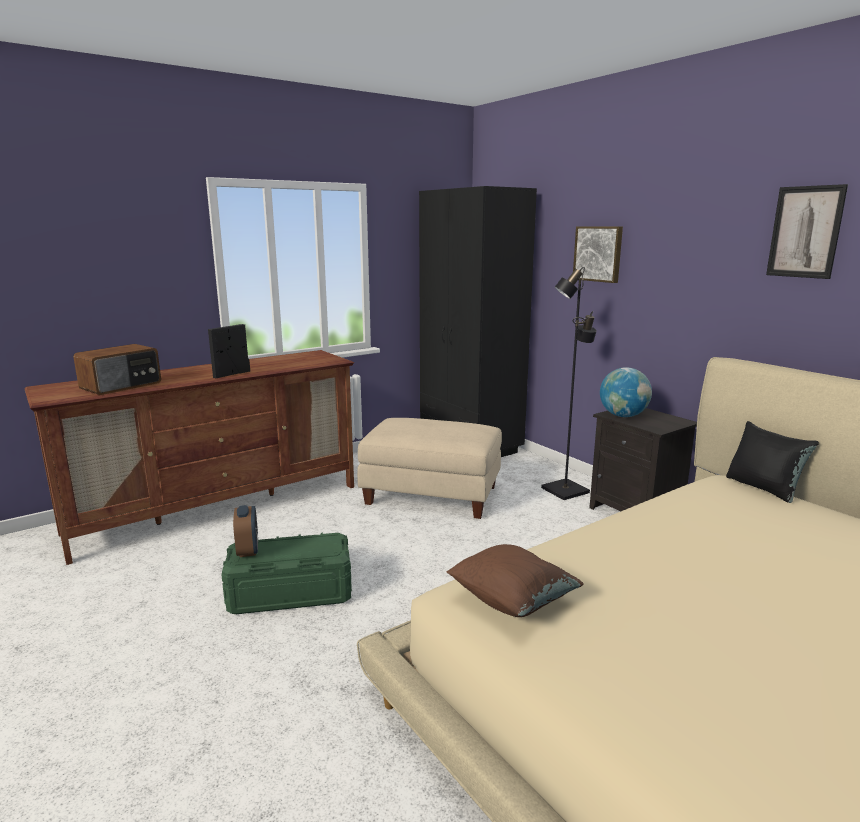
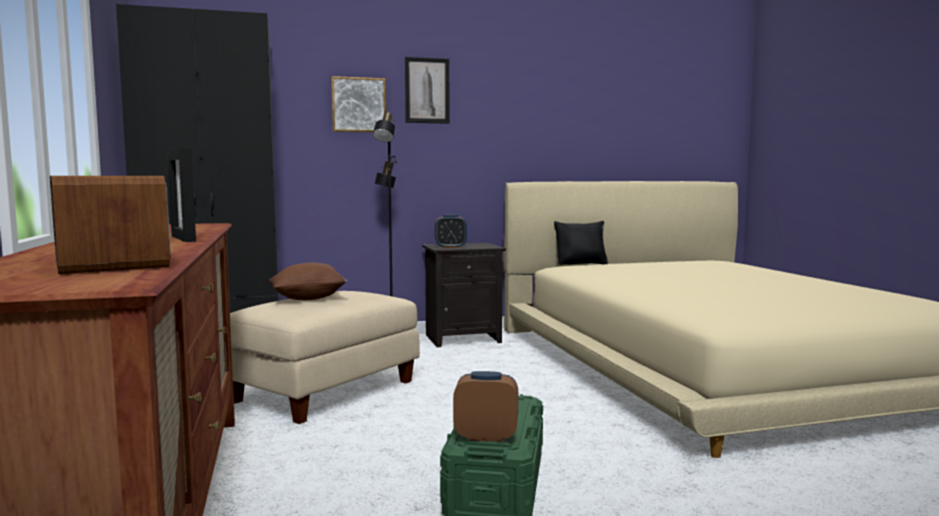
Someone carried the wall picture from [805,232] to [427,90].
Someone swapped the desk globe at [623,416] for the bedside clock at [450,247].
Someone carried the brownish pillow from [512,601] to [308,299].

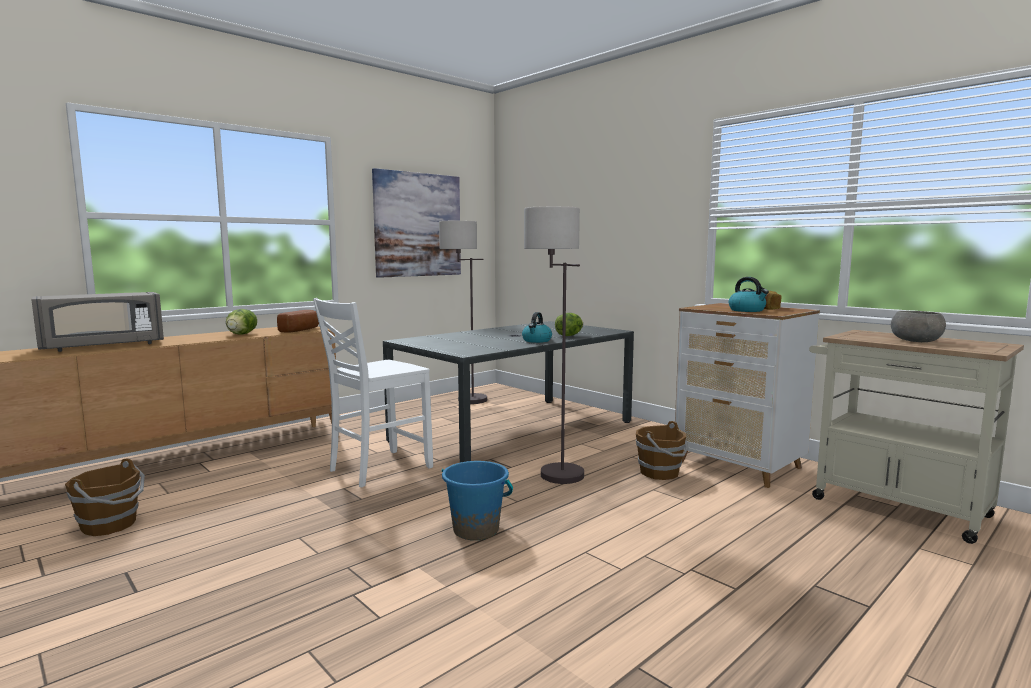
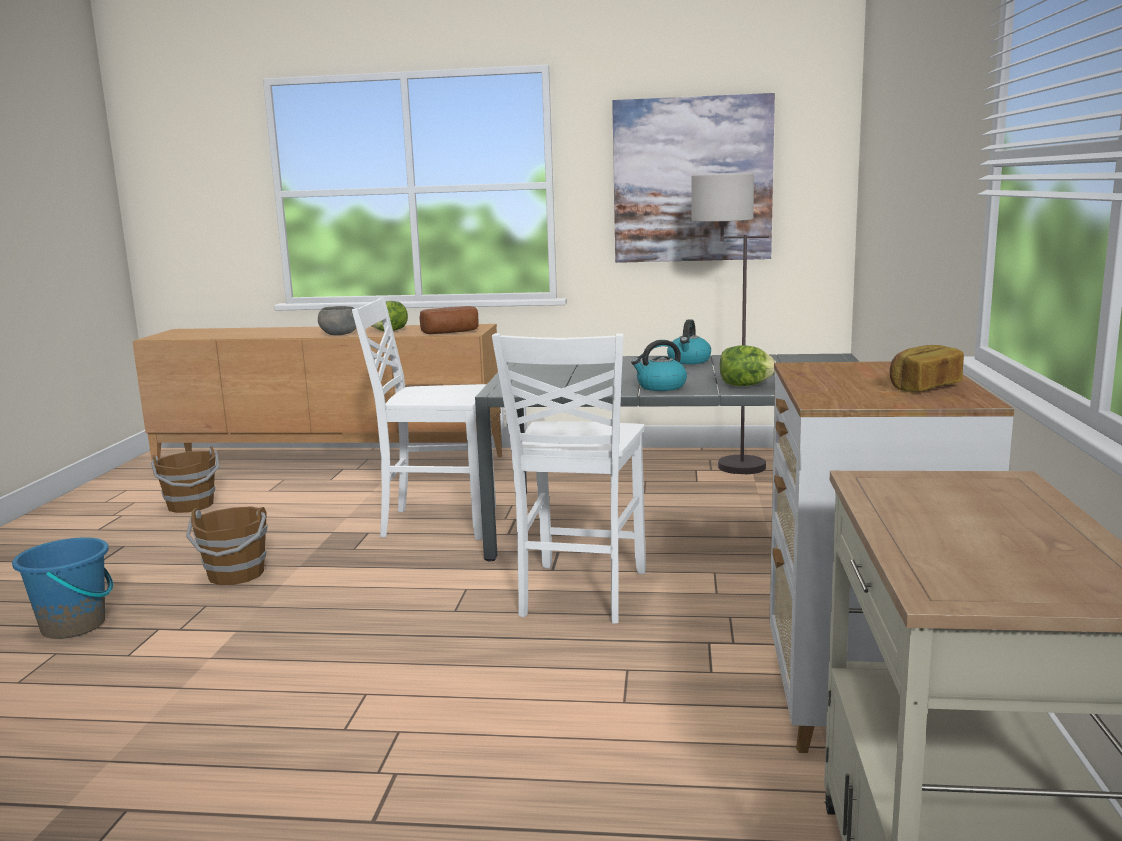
Someone swapped the gray standard lamp at [553,471] for the white chair at [579,594].
Someone carried the tea kettle from [747,310] to [689,361].
Someone took away the gray microwave at [103,346].
Someone carried the gray serving bowl from [916,341] to [340,334].
Someone carried the brownish bucket from [660,473] to [235,575].
Someone carried the blue bucket from [476,530] to [74,626].

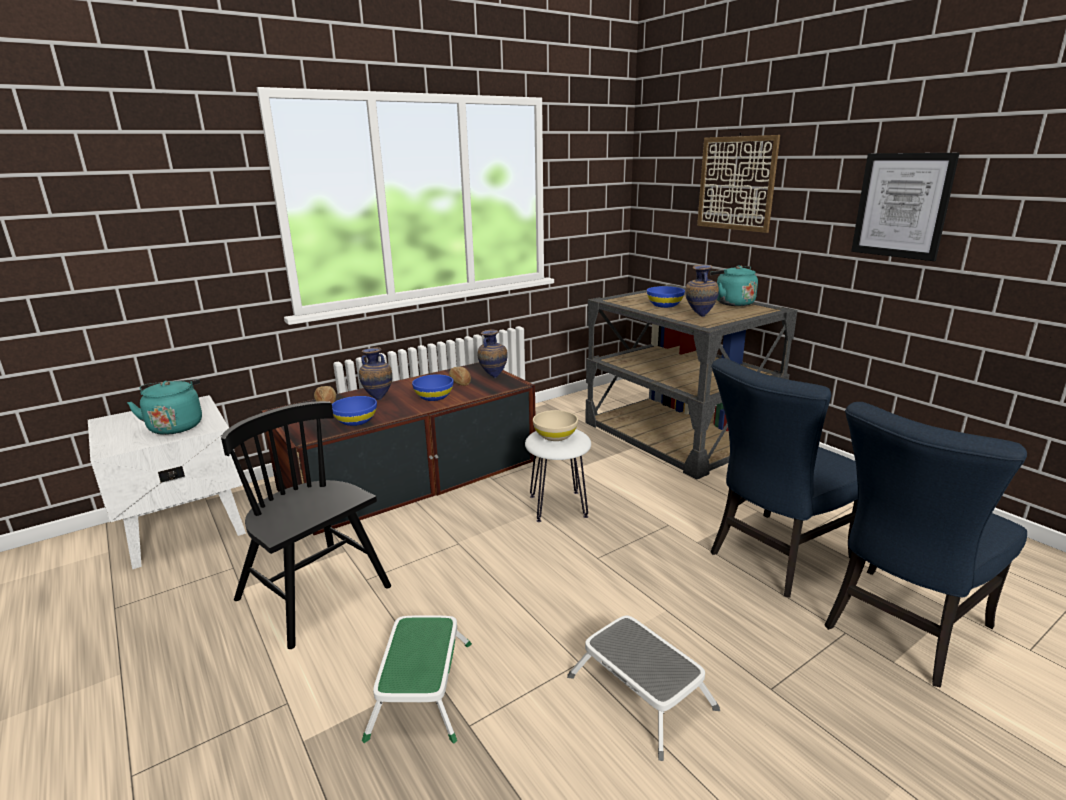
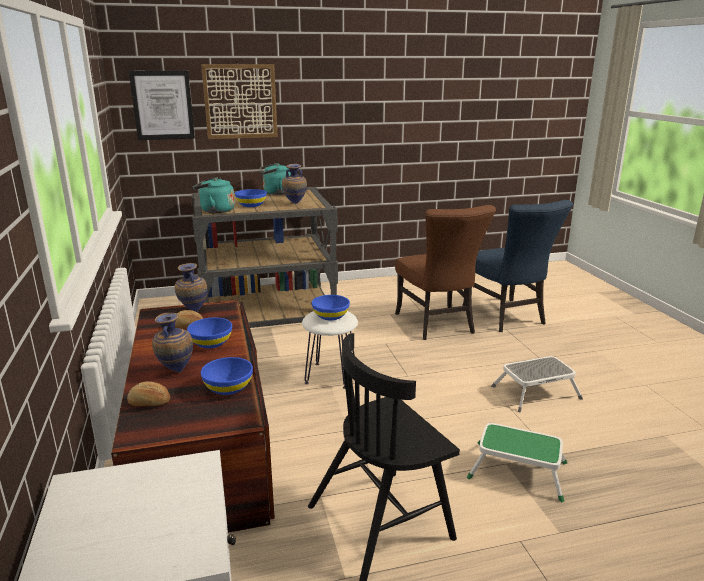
Someone carried the wall picture from [902,205] to [162,105].
Someone repainted the blue chair at [773,557], which became the brownish chair at [437,325].
Someone carried the blue-green tea kettle from [176,426] to [215,210].
Someone repainted the beige-coloured serving bowl at [555,436], which became the blue serving bowl at [330,316].

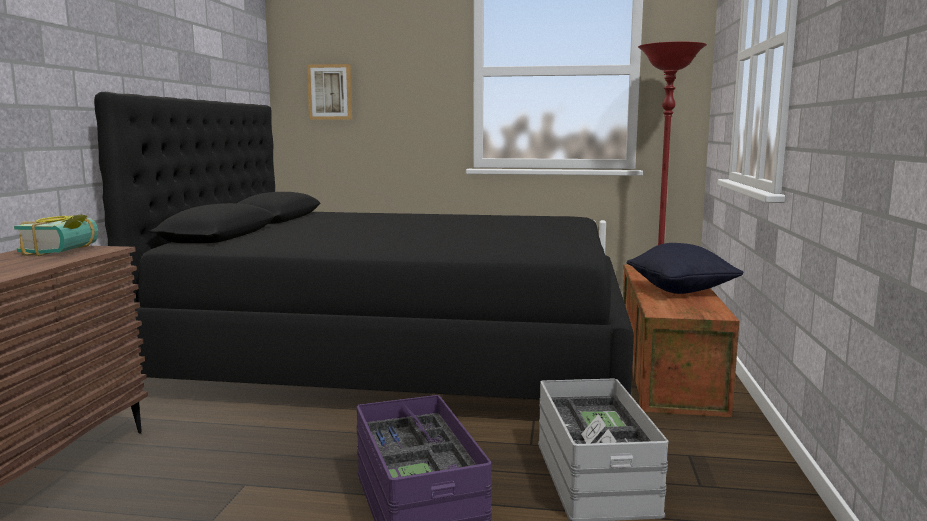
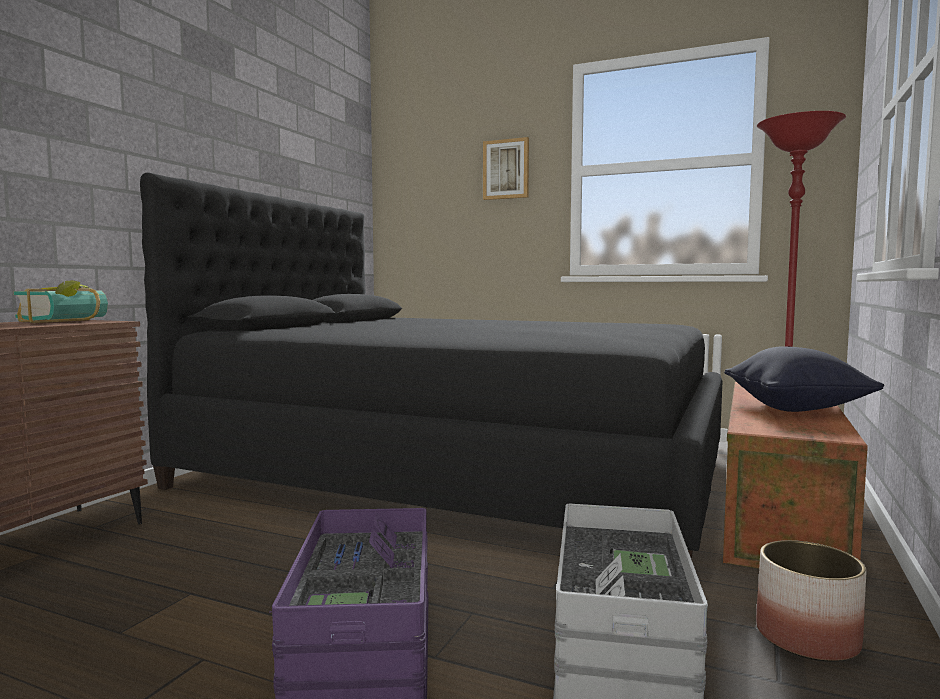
Someone carried the wall picture from [330,92] to [506,169].
Someone put down the plant pot at [806,638].

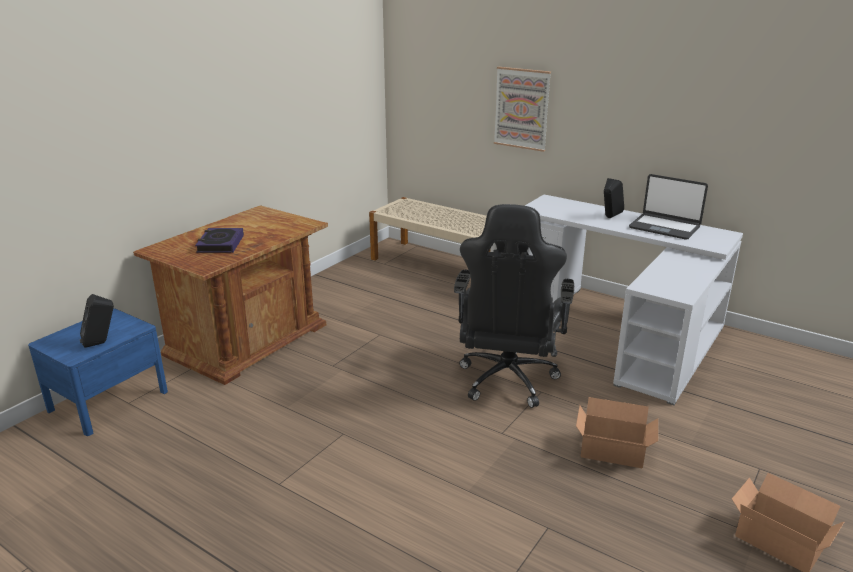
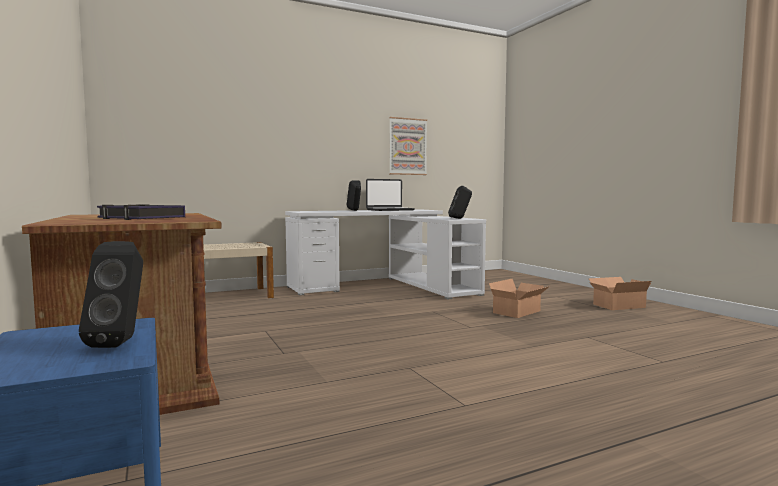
Someone carried the wall picture from [522,108] to [407,146].
Someone took away the black-coloured office chair at [508,376].
Someone put down the black-coloured loudspeaker at [460,218].

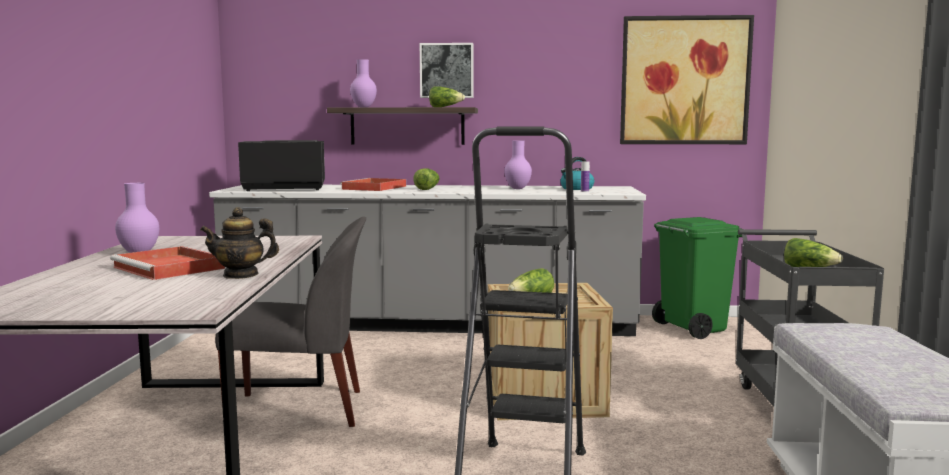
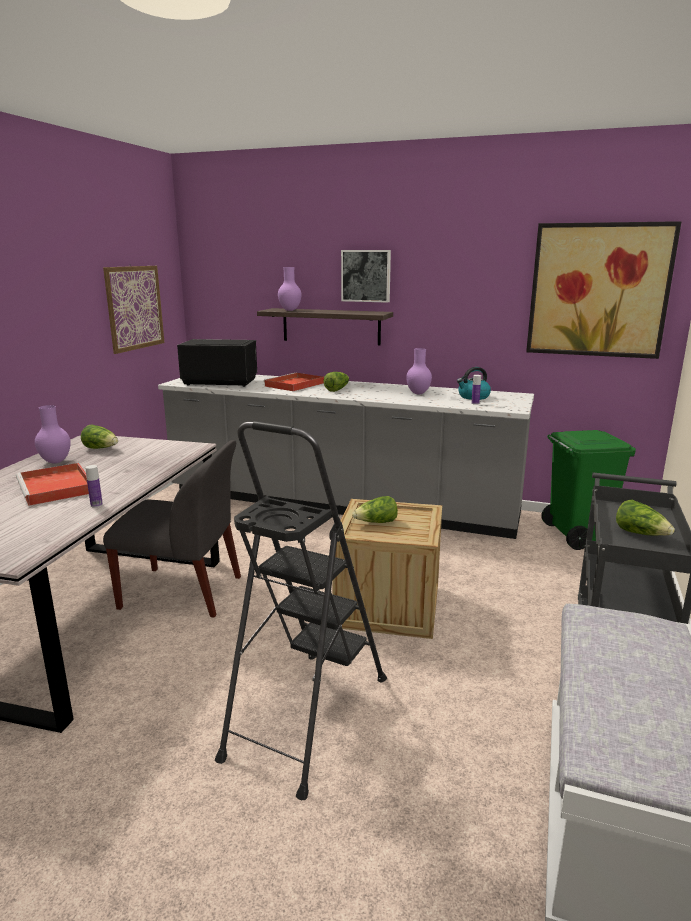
Someone carried the lettuce from [445,107] to [101,448].
Someone swapped the teapot at [241,275] for the bottle at [96,505].
Someone put up the wall picture at [134,307].

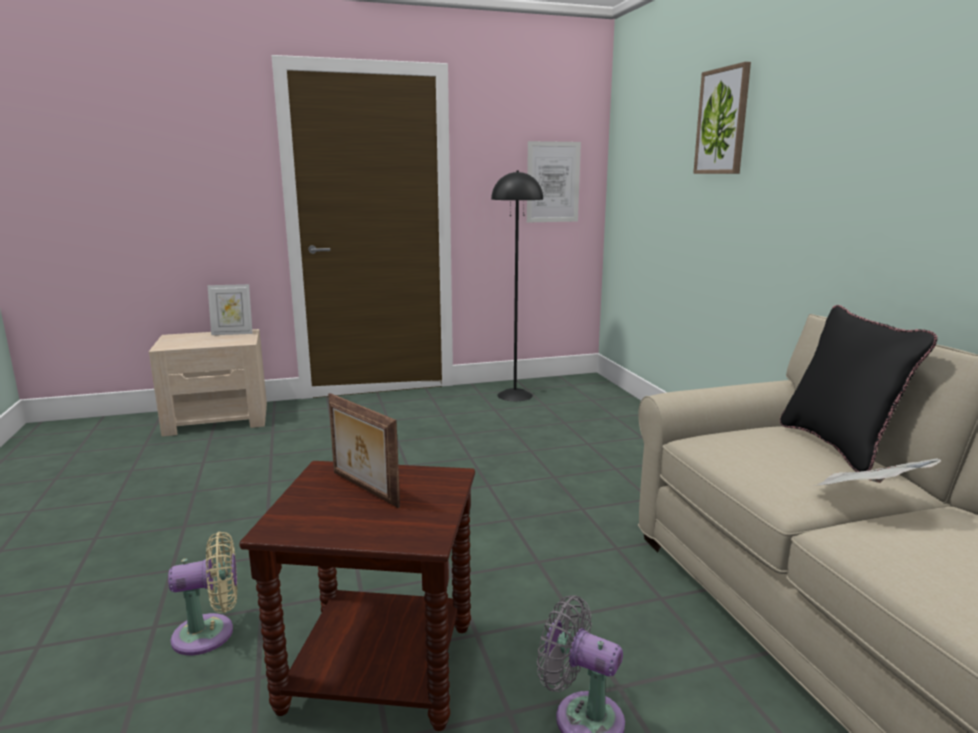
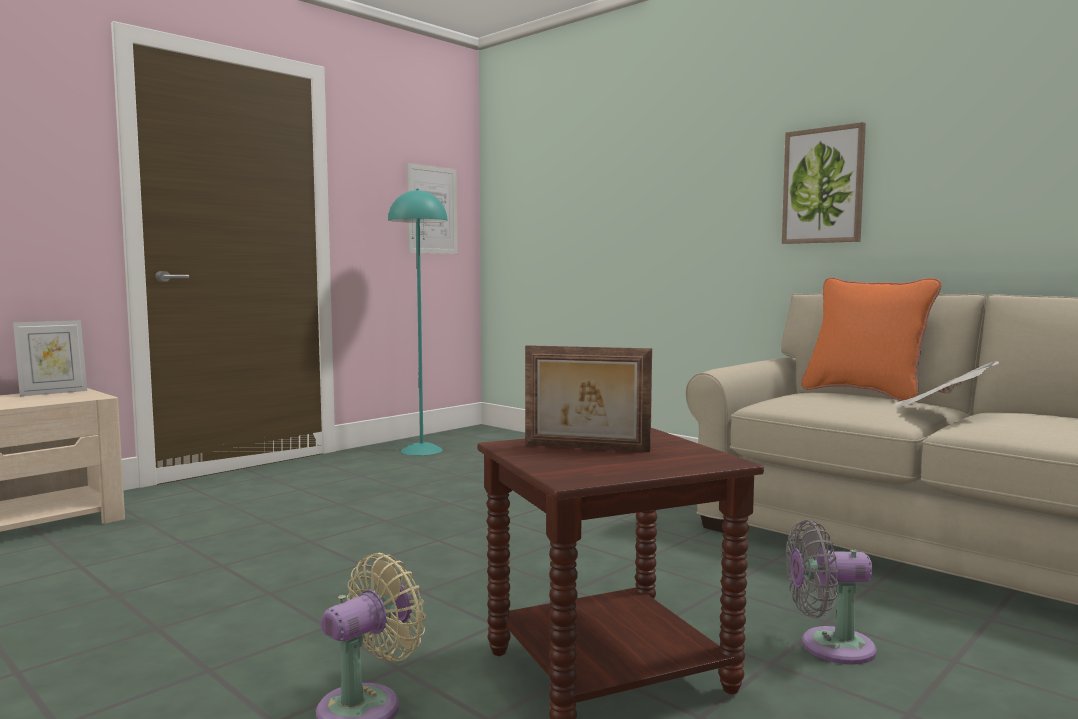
Someone carried the wall picture from [722,121] to [823,186].
Someone repainted the black-coloured standard lamp at [514,395], which became the blue-green standard lamp at [421,450].
Someone repainted the black-coloured pillow at [838,446], which became the orangey pillow at [864,393].

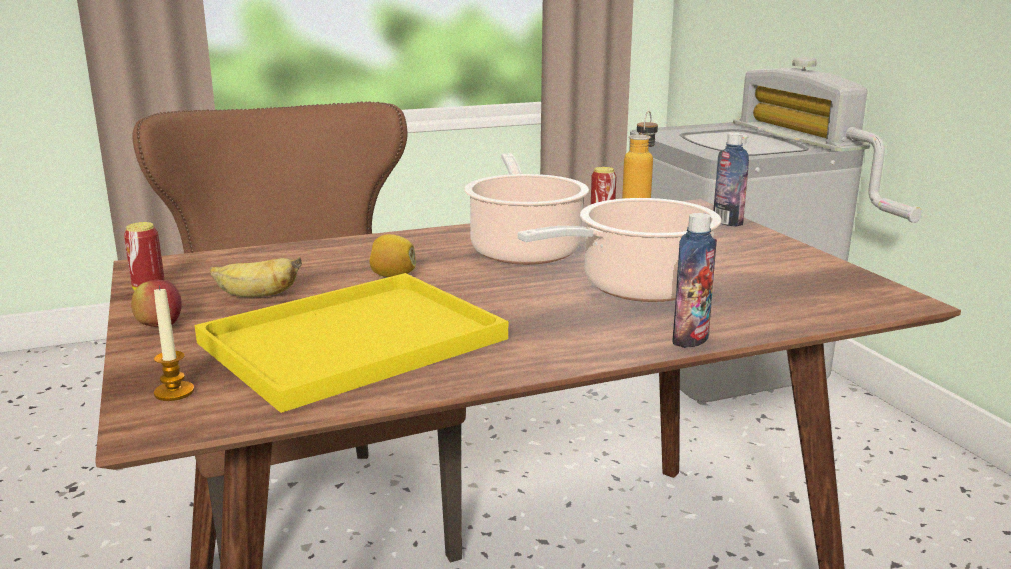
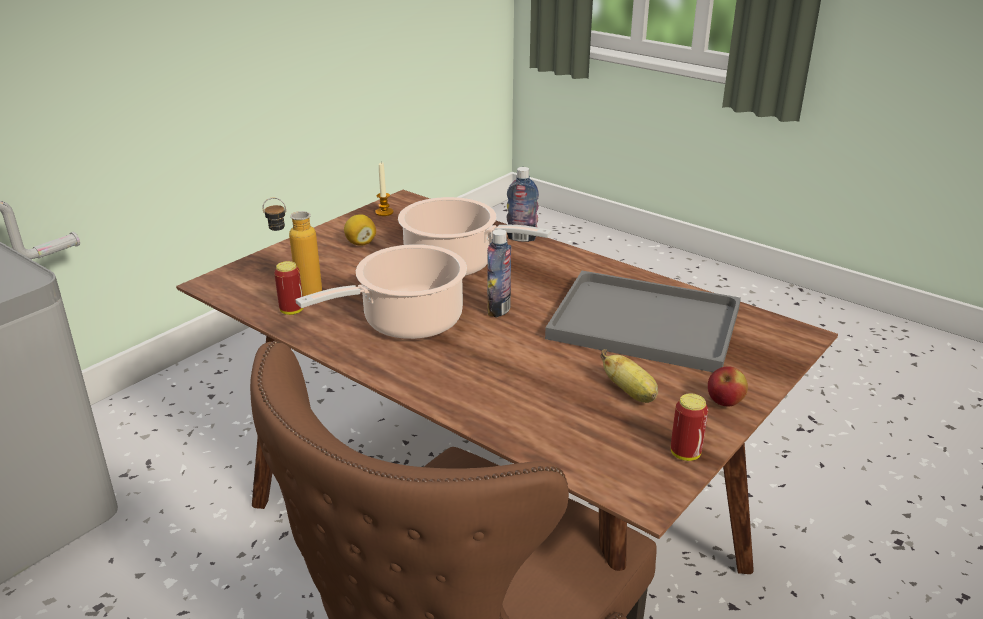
Someone carried the bottle from [727,222] to [499,309].
Someone carried the lemon from [393,276] to [360,243].
Someone repainted the yellow-coloured carrying tray at [350,343], which became the gray carrying tray at [648,323].
Someone carried the wax light from [174,392] to [384,212].

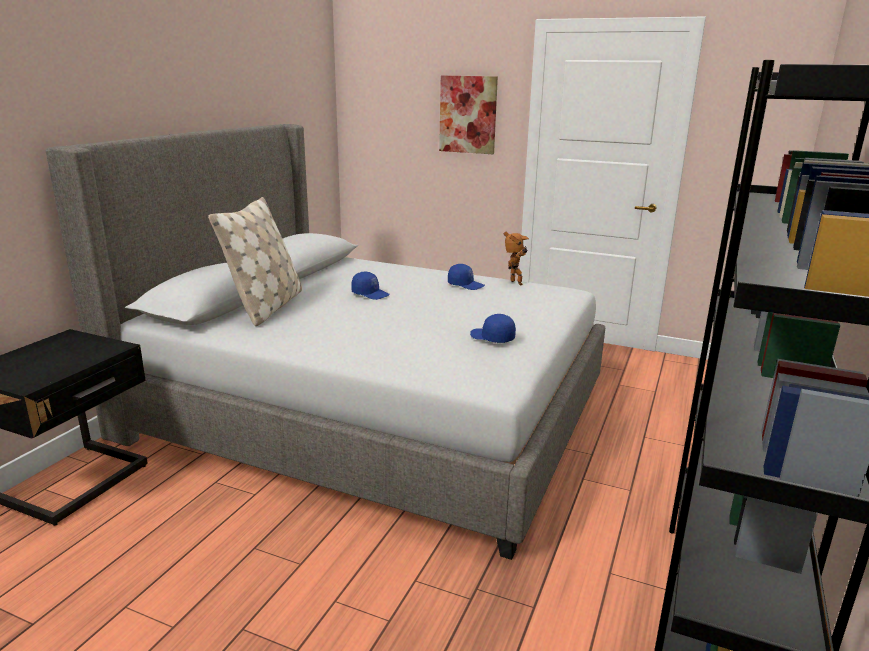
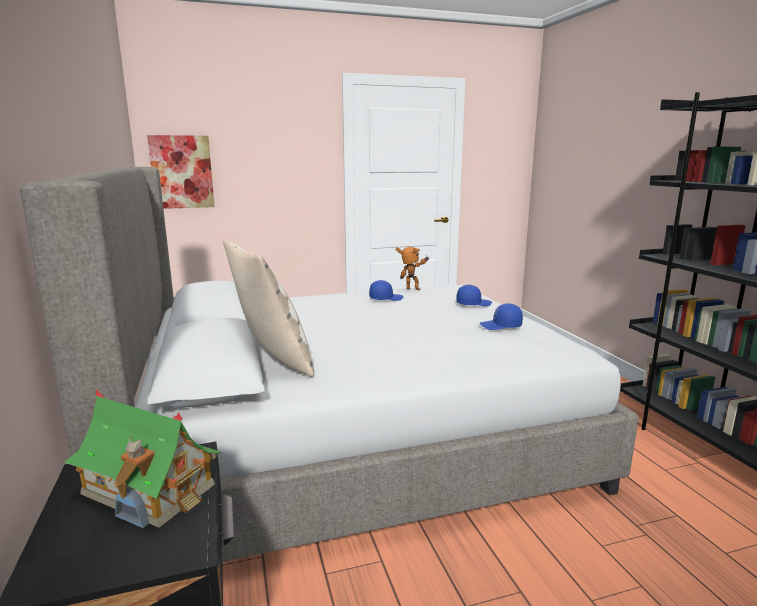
Someone carried the wall picture from [468,114] to [182,172].
Someone carried the blue cap from [370,294] to [473,303].
Someone put down the miniature house at [149,489].

